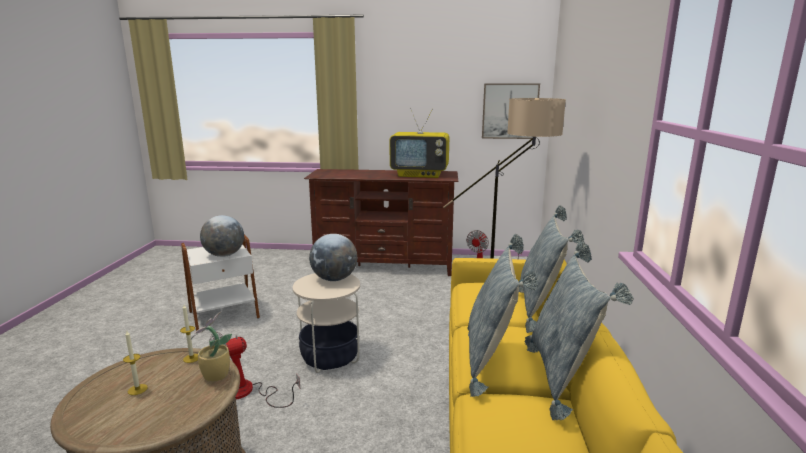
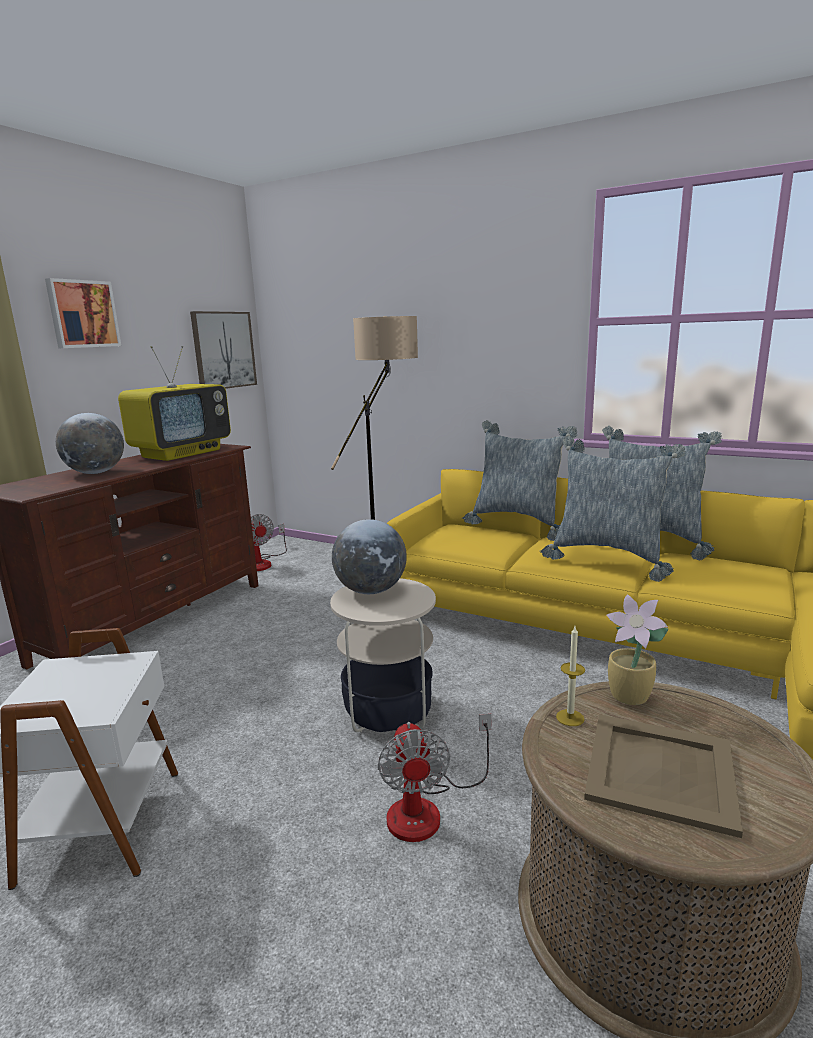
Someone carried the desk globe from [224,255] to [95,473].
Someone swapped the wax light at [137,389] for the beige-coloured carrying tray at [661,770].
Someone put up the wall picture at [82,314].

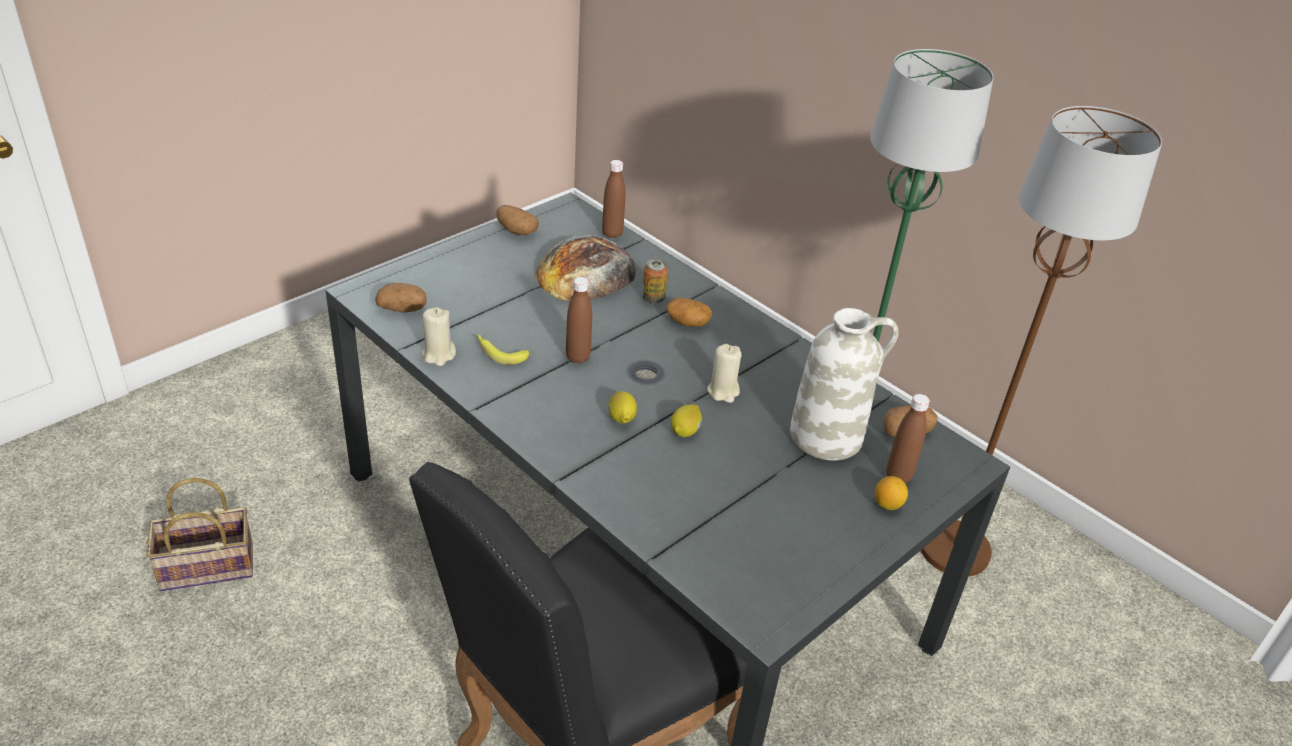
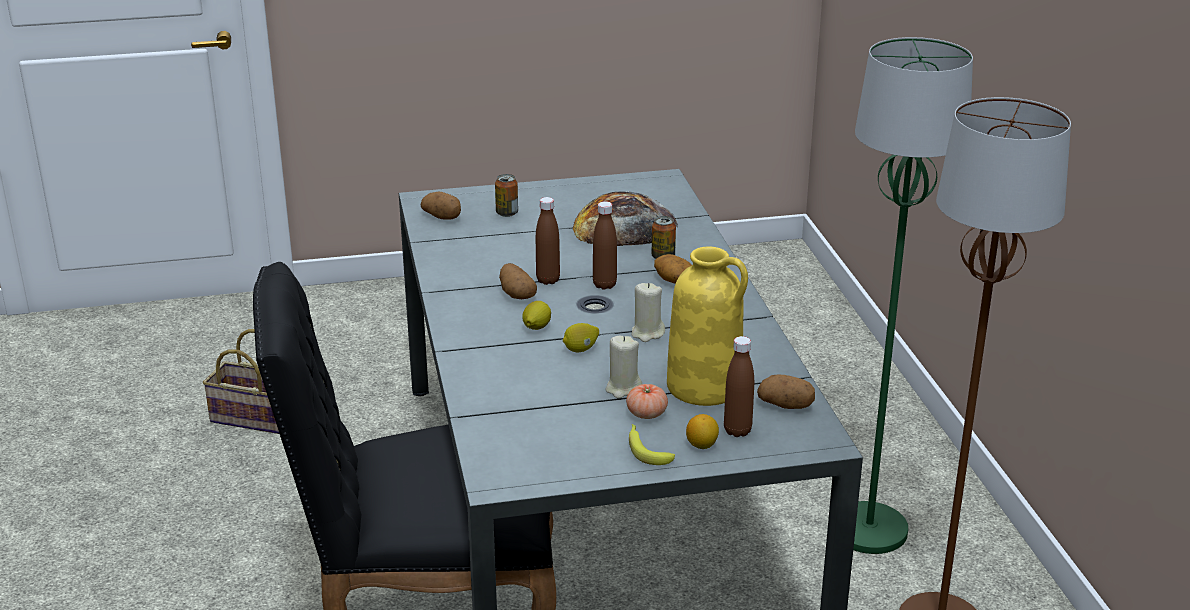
Someone carried the brownish bottle from [612,233] to [604,285].
Someone carried the potato from [516,231] to [516,294].
Someone carried the beige-coloured wax light from [439,355] to [623,389].
Someone repainted the white flower vase at [827,436], which became the yellow-coloured flower vase at [705,386].
Someone carried the banana fruit from [499,352] to [646,449].
Someone put down the sealed can at [507,213].
Someone put down the tomato at [646,414].

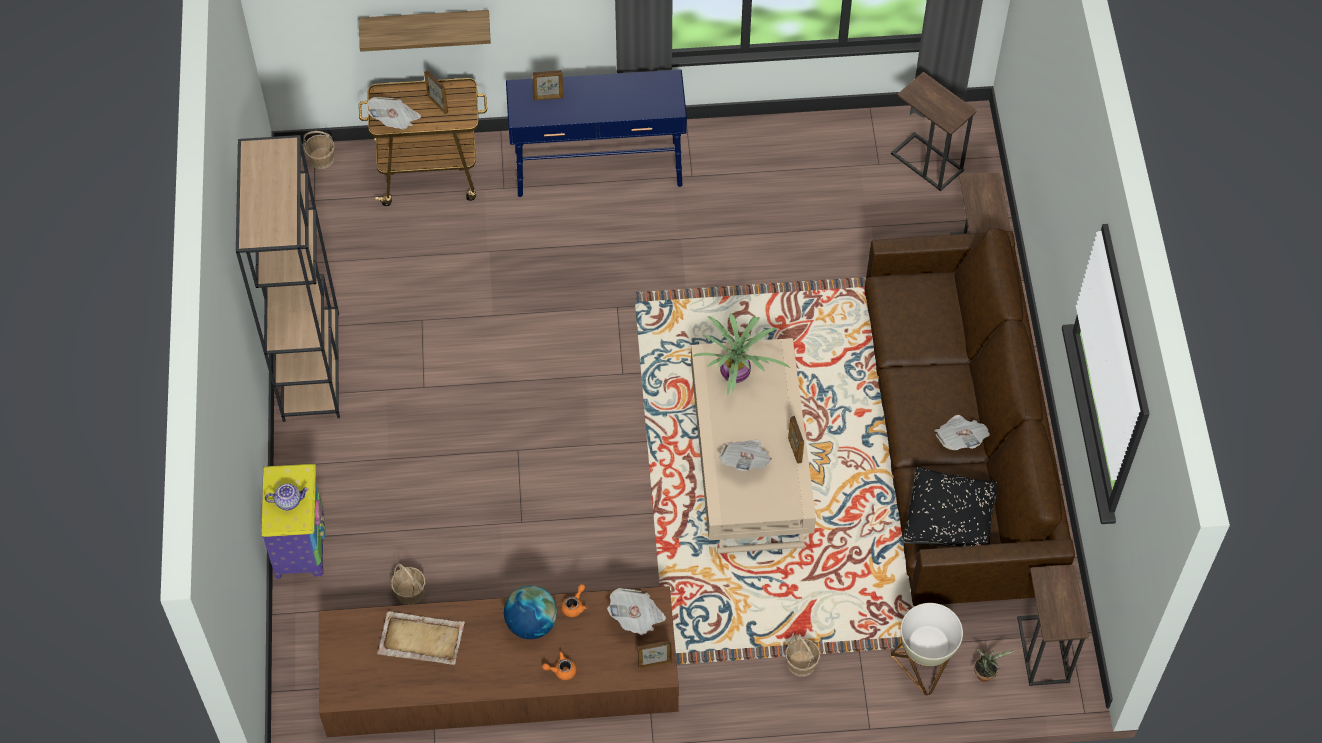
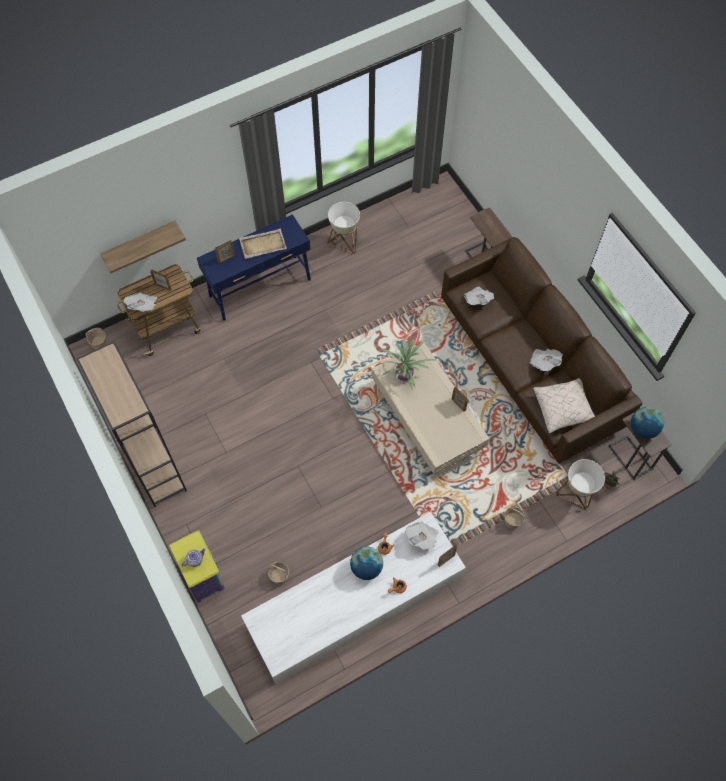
Someone took away the brownish accent table at [928,162].
Someone carried the daily paper from [745,461] to [478,300].
Someone repainted the black-coloured pillow at [950,520], which became the beige-coloured pillow at [563,409].
Someone repainted the brownish media console at [500,675], which became the white media console at [355,601].
Someone carried the beige-coloured carrying tray from [420,639] to [262,244].
Someone put down the plant pot at [344,241].
Someone put down the desk globe at [643,429].

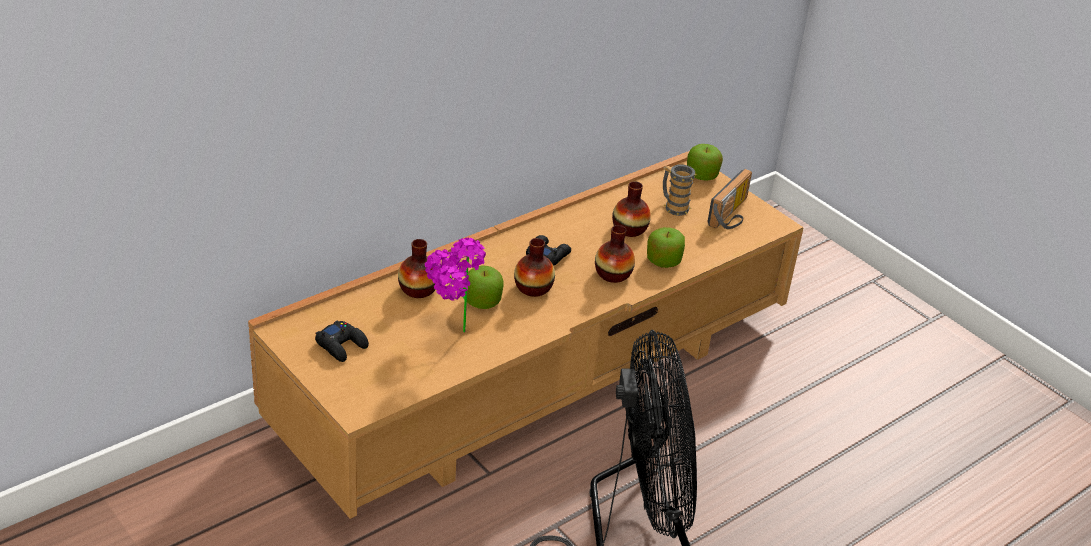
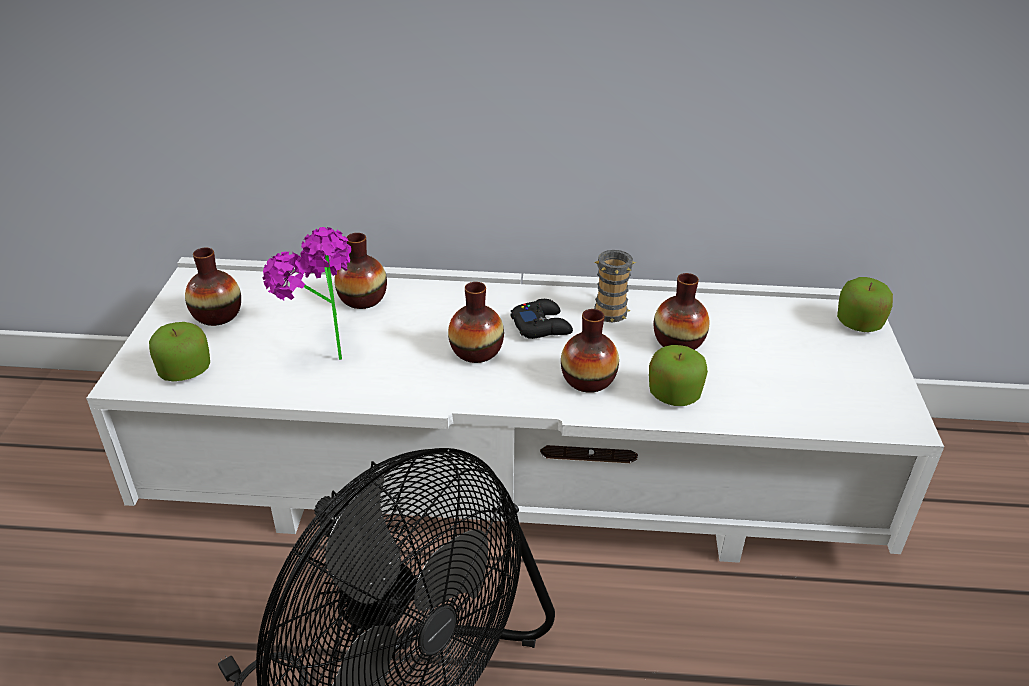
Someone repainted the brownish media console at [536,372], which became the white media console at [514,470].
Someone carried the tea mug from [673,206] to [610,308].
Someone took away the radio set at [732,215].
Someone carried the whole apple from [483,301] to [185,371].
Someone swapped the black-coloured game controller at [342,345] for the flower vase at [217,315].

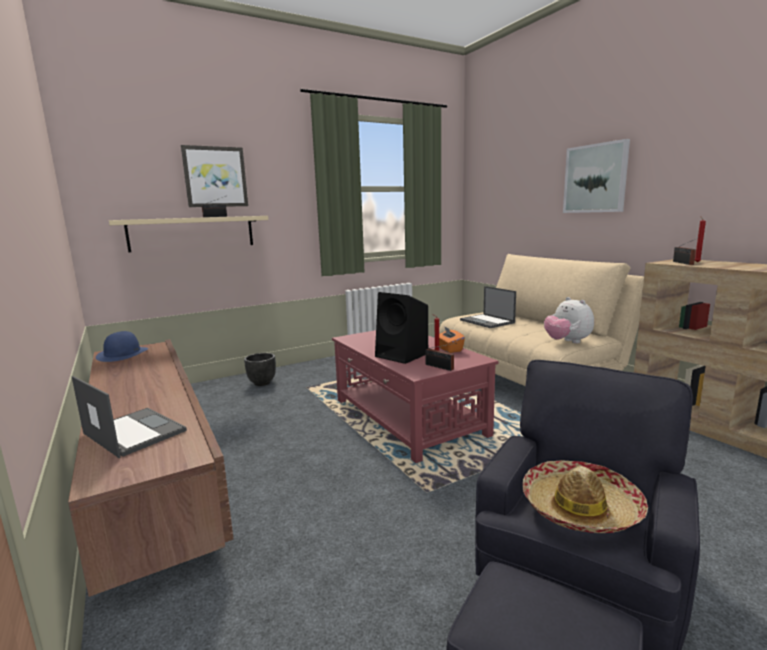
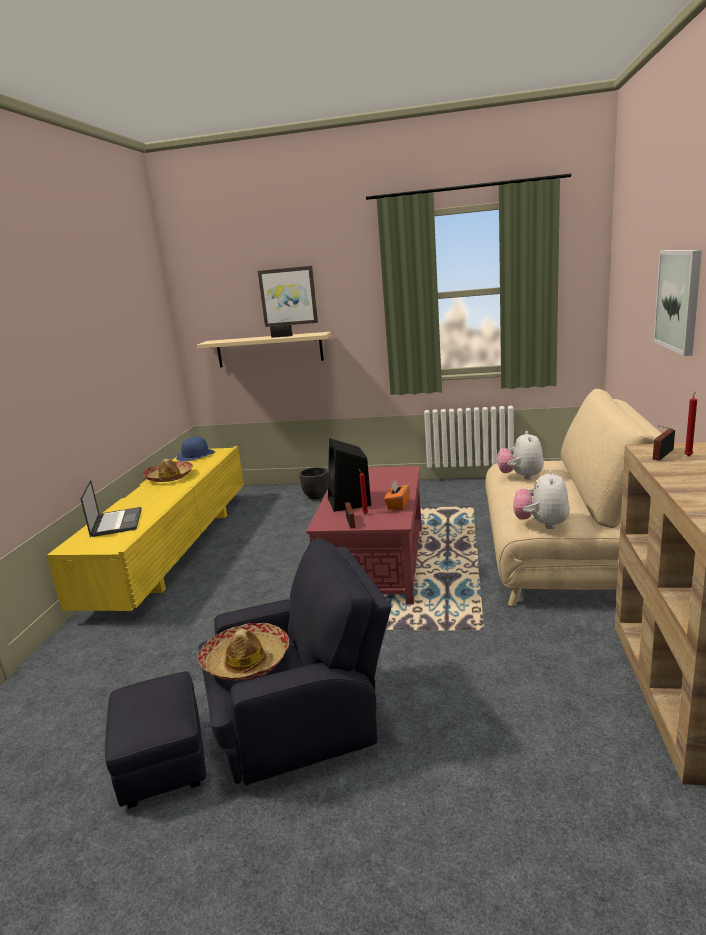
Someone swapped the notebook computer at [487,321] for the plush toy at [521,477].
Someone repainted the brownish media console at [151,469], which became the yellow-coloured media console at [173,549].
Someone put down the wearable hat at [169,477].

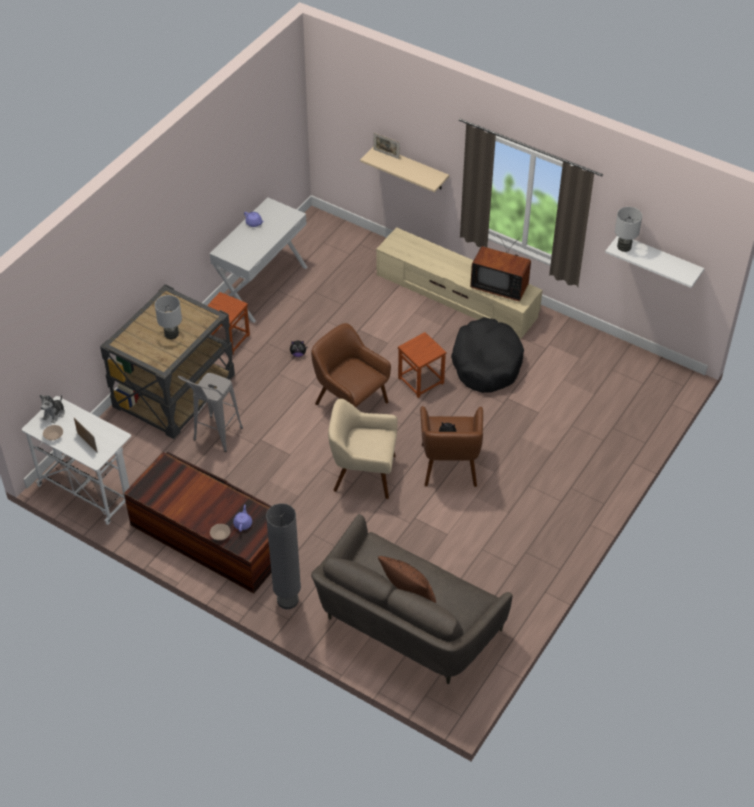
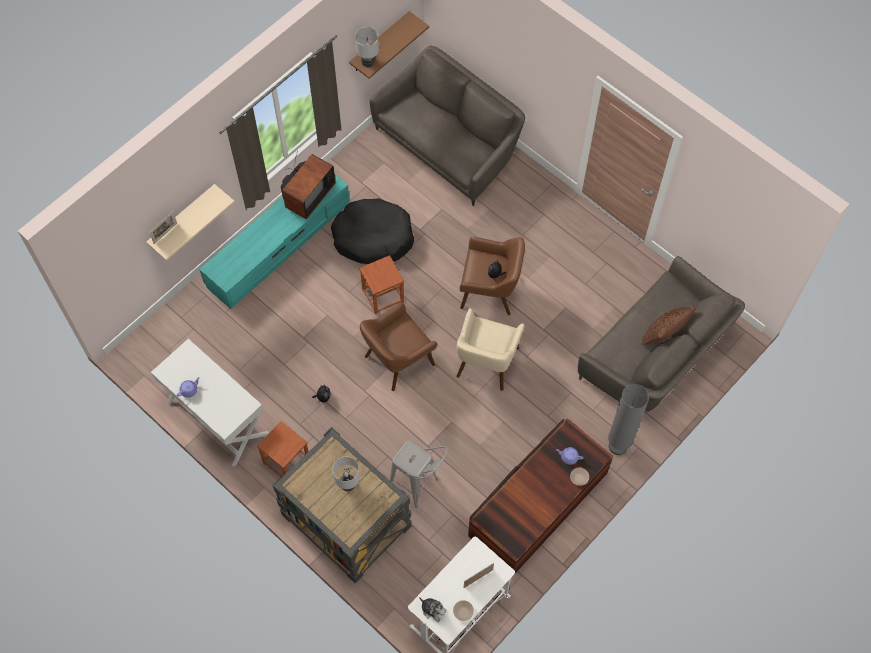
Someone repainted the beige-coloured media console at [457,295], which became the blue-green media console at [278,243].
Someone repainted the white wall shelf at [659,259], which became the brownish wall shelf at [379,43].
Someone put down the gray sofa at [448,145].

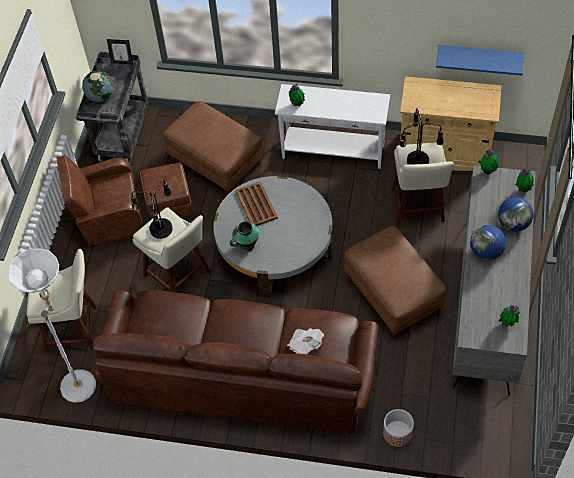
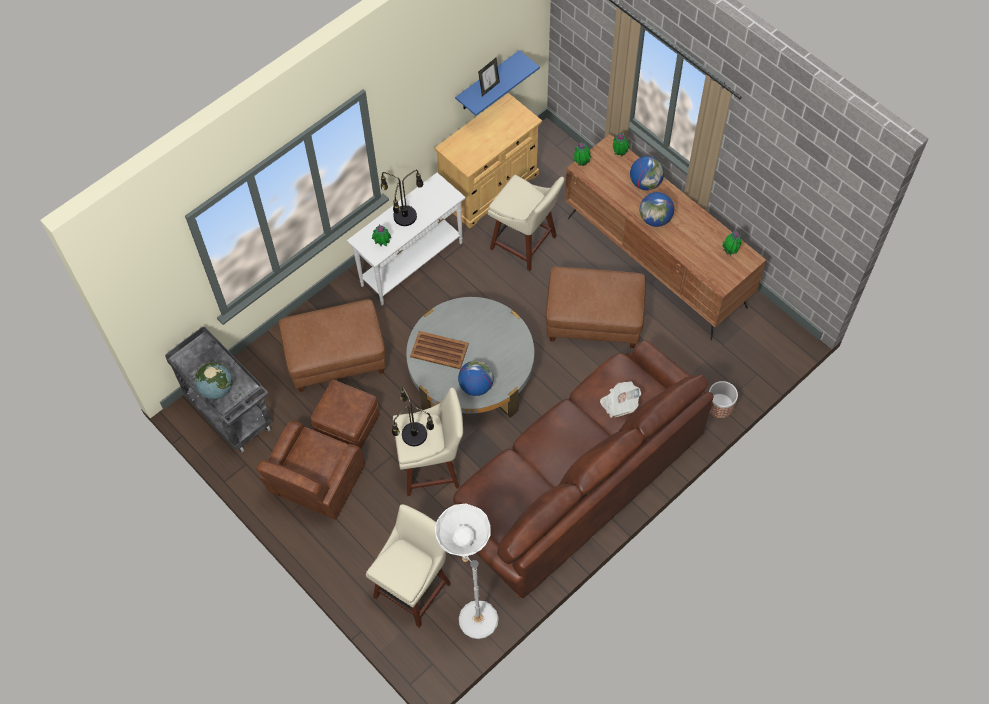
Someone carried the picture frame from [122,62] to [489,88].
Someone carried the table lamp from [418,160] to [404,216].
Someone repainted the gray media console at [488,302], which became the brownish media console at [657,262].
Someone swapped the flower vase at [246,246] for the desk globe at [476,386].

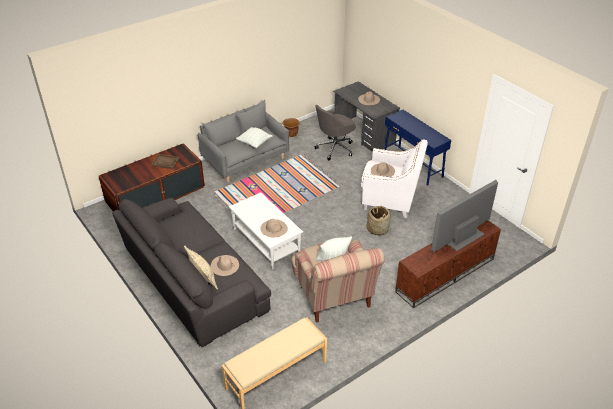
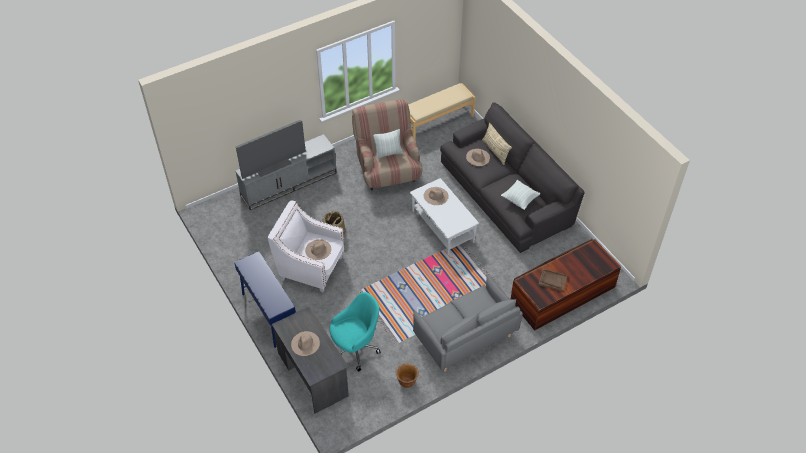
Someone repainted the gray office chair at [334,149], which became the blue-green office chair at [355,349].
Someone carried the pillow from [254,143] to [520,200].
Someone repainted the brownish media console at [445,275], which became the gray media console at [289,183].

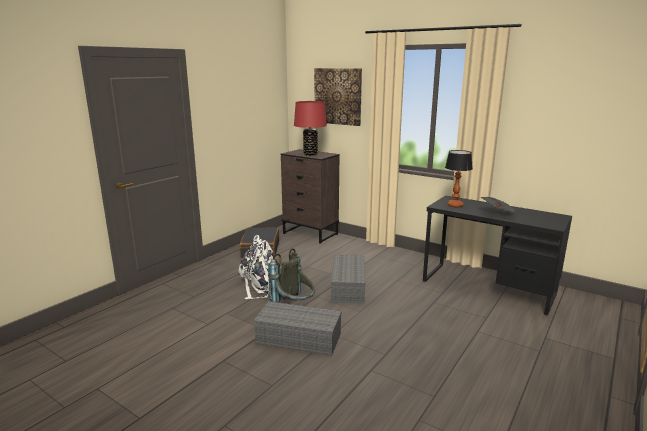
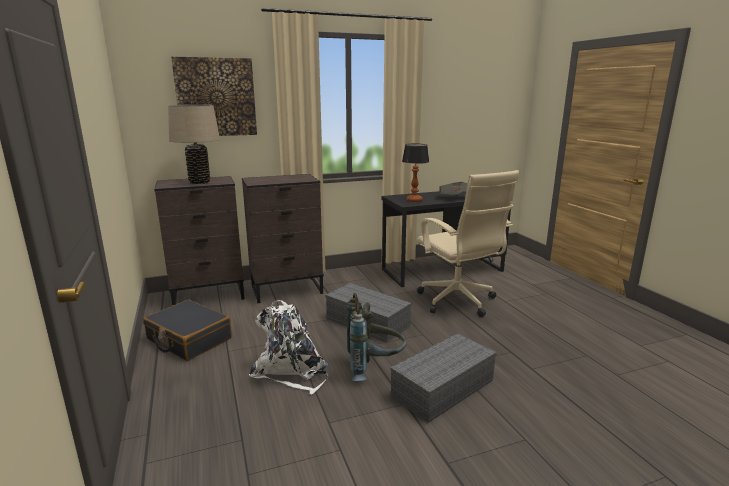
Someone repainted the red-coloured table lamp at [310,154], which became the beige-coloured table lamp at [199,182].
Someone put down the beige-coloured office chair at [458,302].
Someone put down the brownish chest of drawers at [287,290].

